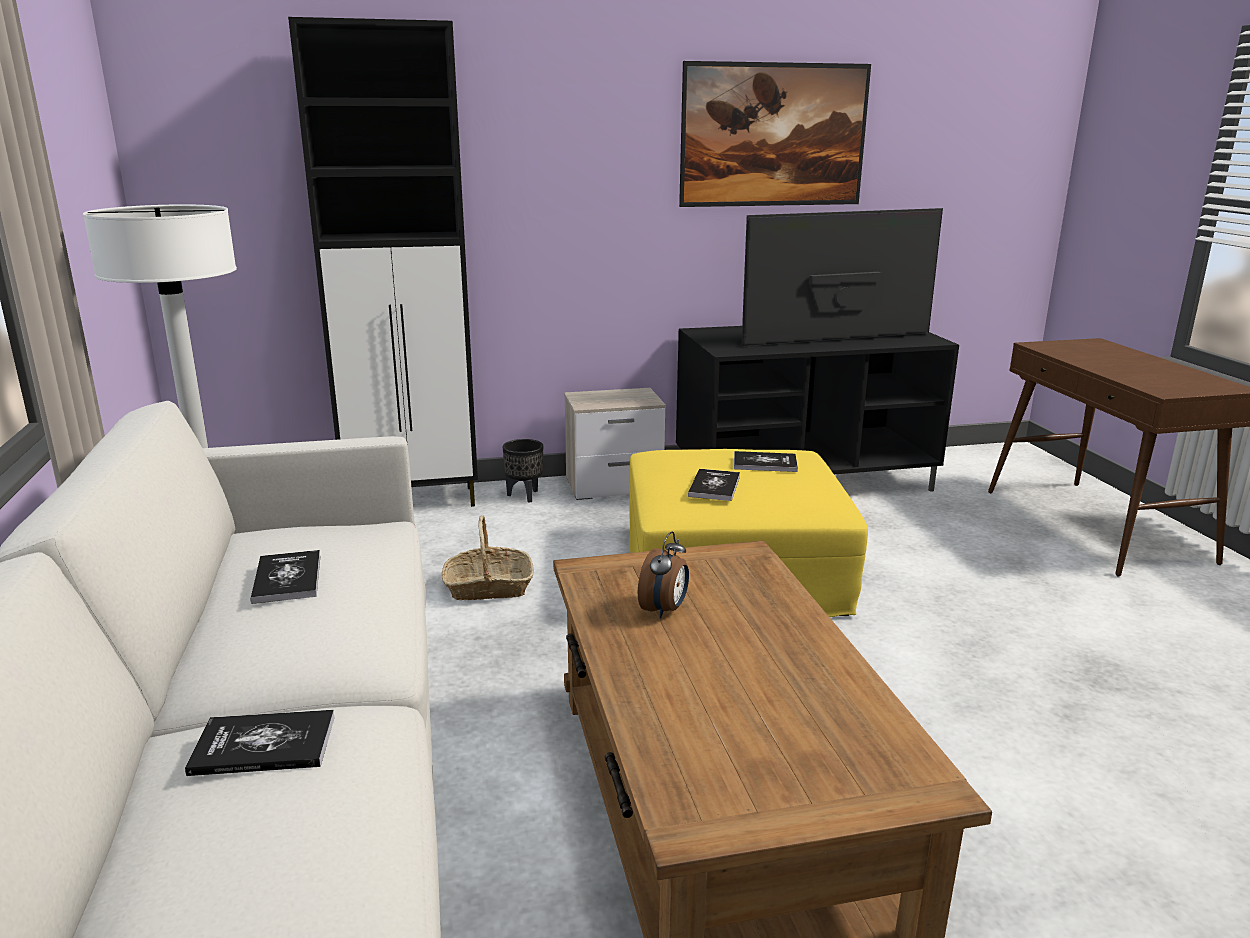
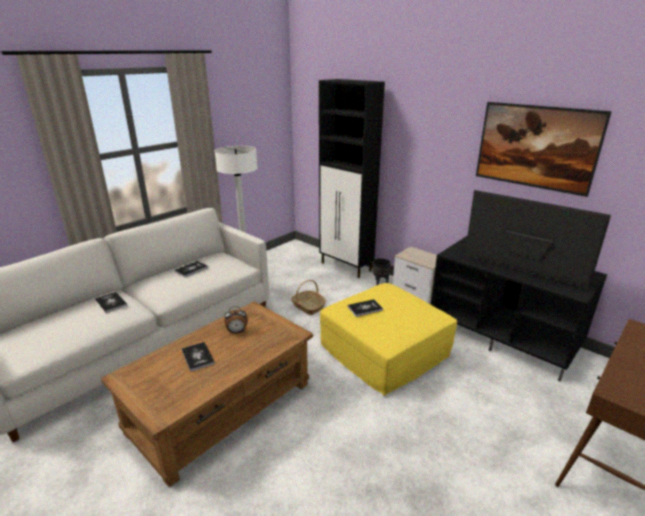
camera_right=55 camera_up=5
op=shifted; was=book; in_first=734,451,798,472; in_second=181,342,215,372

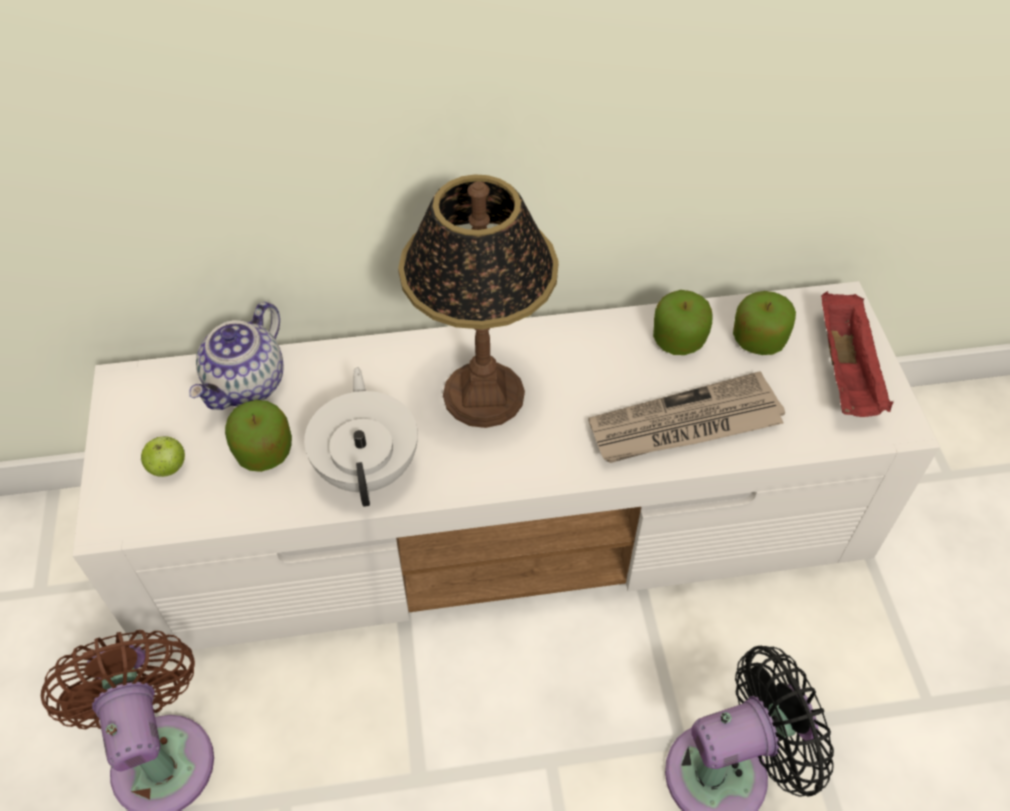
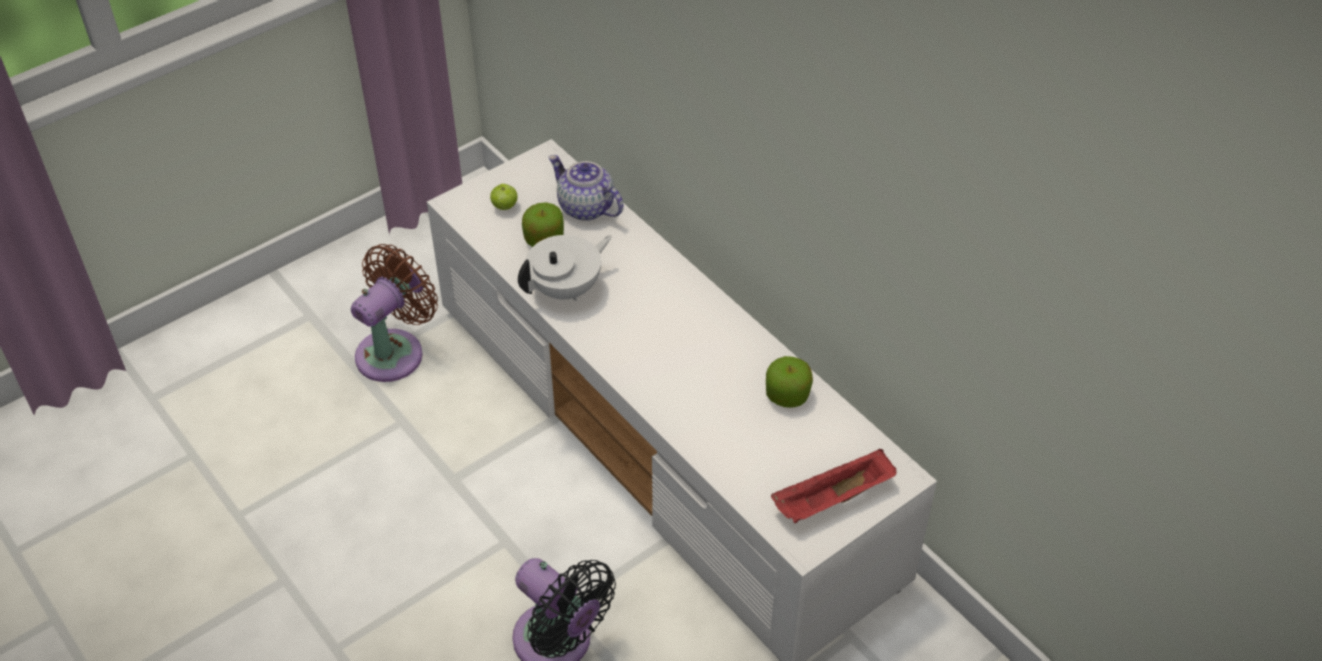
camera_right=60 camera_up=-5
op=rotated; was=teapot; in_first=189,302,284,410; in_second=549,155,624,221; clockwise=45
op=gone; was=table lamp; in_first=398,174,559,428
op=gone; was=newspaper; in_first=589,371,785,463
op=gone; was=apple; in_first=733,291,796,355

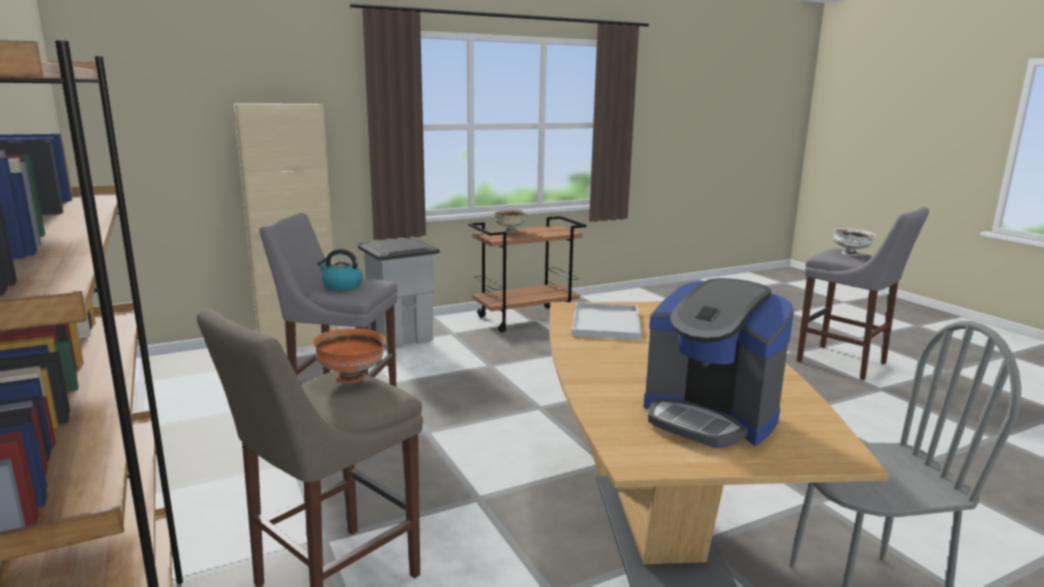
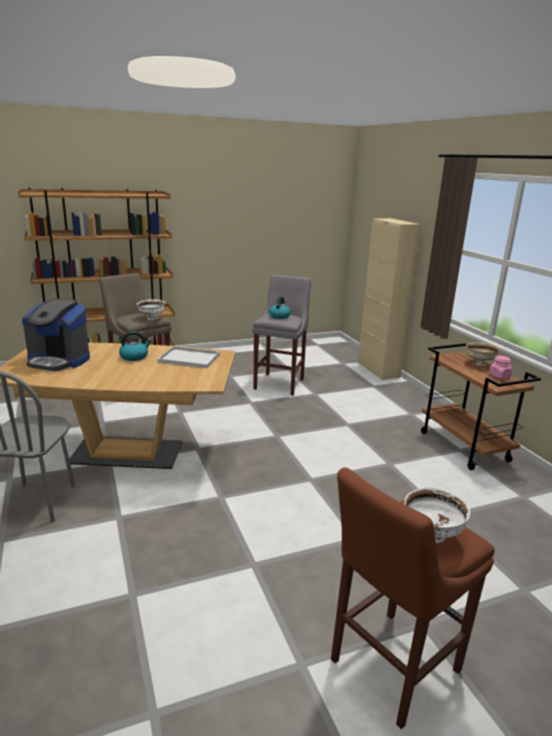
camera_right=95 camera_up=5
op=rotated; was=coffee machine; in_first=644,278,794,448; in_second=22,299,90,371; clockwise=-120
op=new; now=kettle; in_second=119,331,152,361
op=repainted; was=bowl (orange); now=bowl (white); in_first=312,328,386,384; in_second=137,299,165,320
op=repainted; was=stool (grey); now=stool (brown); in_first=797,207,929,380; in_second=331,468,494,730
op=new; now=jar (pink); in_second=489,355,512,379
op=gone; was=trash can (grey); in_first=358,238,440,350

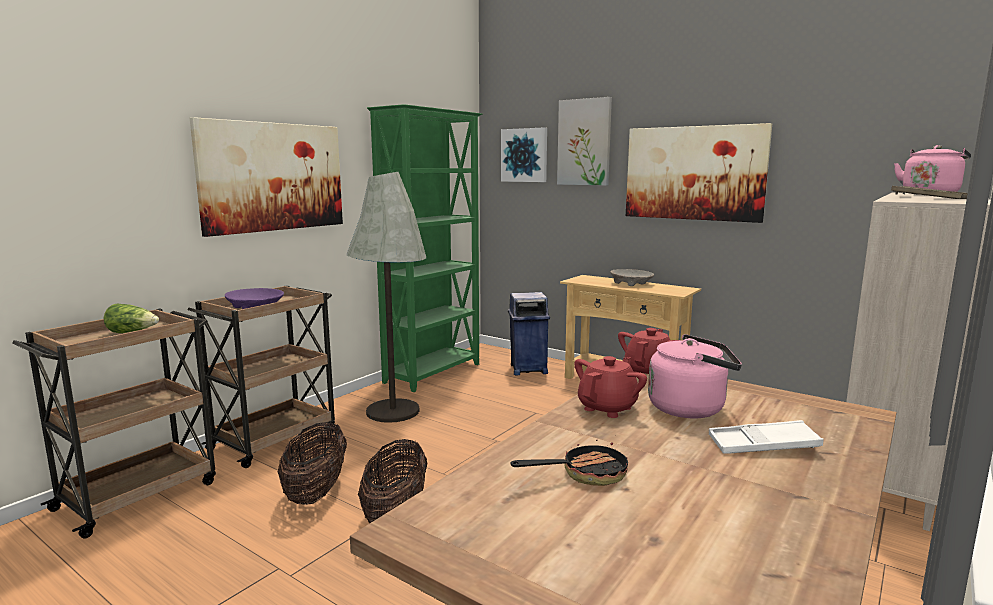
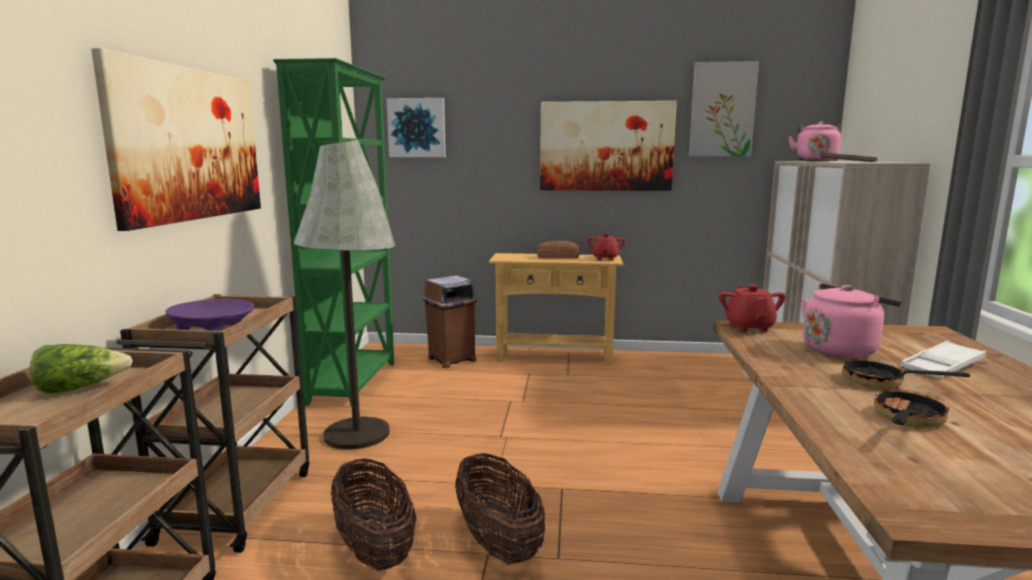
camera_right=-30 camera_up=0
op=repainted; was=trash can (blue); now=trash can (brown); in_first=508,292,550,375; in_second=422,275,477,368
op=swapped; was=bowl (beige); now=bread; in_first=610,269,654,286; in_second=537,241,579,259
op=shifted; was=teapot (red); in_first=575,356,647,418; in_second=587,233,626,261
op=shifted; was=picture; in_first=557,97,612,185; in_second=689,61,759,156
op=new; now=frying pan; in_second=842,356,970,389

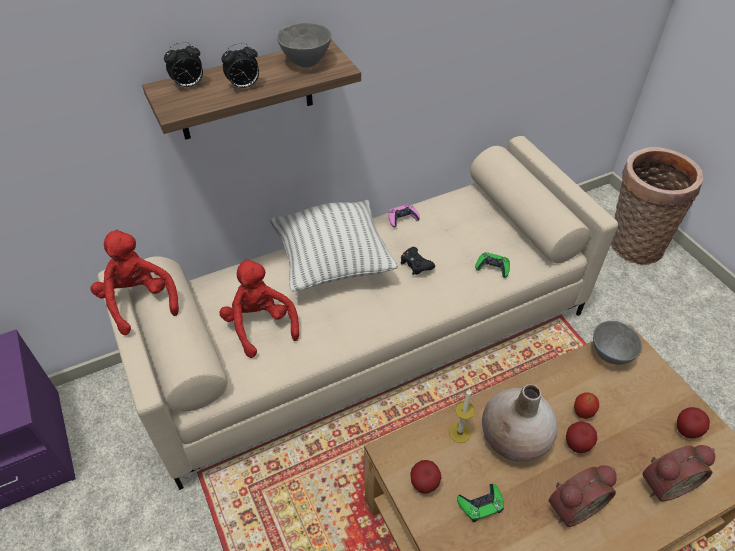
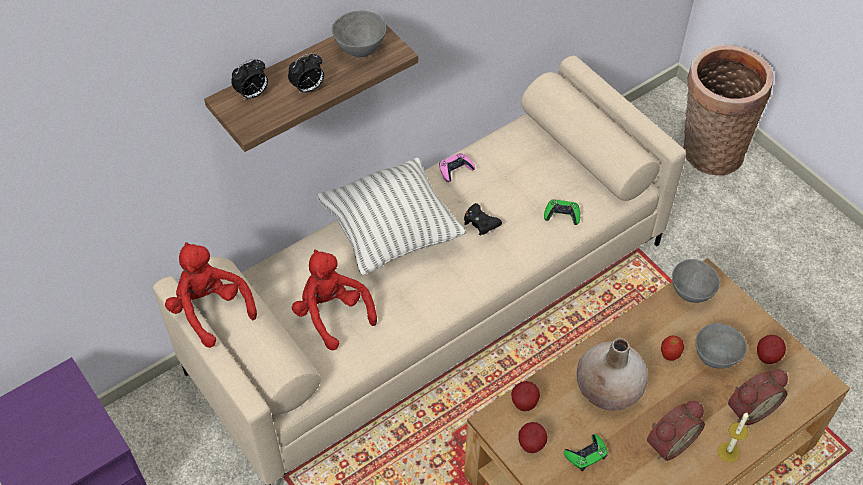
camera_right=-10 camera_up=5
op=shifted; was=apple; in_first=566,422,597,453; in_second=511,381,540,411
op=new; now=bowl (grey); in_second=695,324,747,369
op=shifted; was=candle; in_first=449,389,475,443; in_second=717,413,749,462

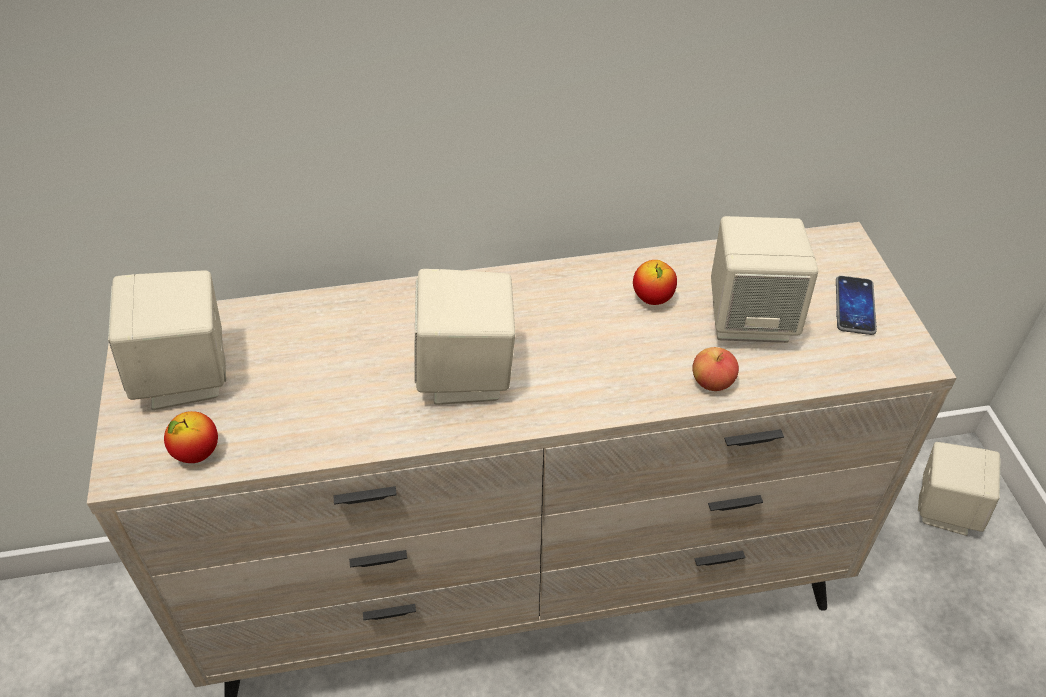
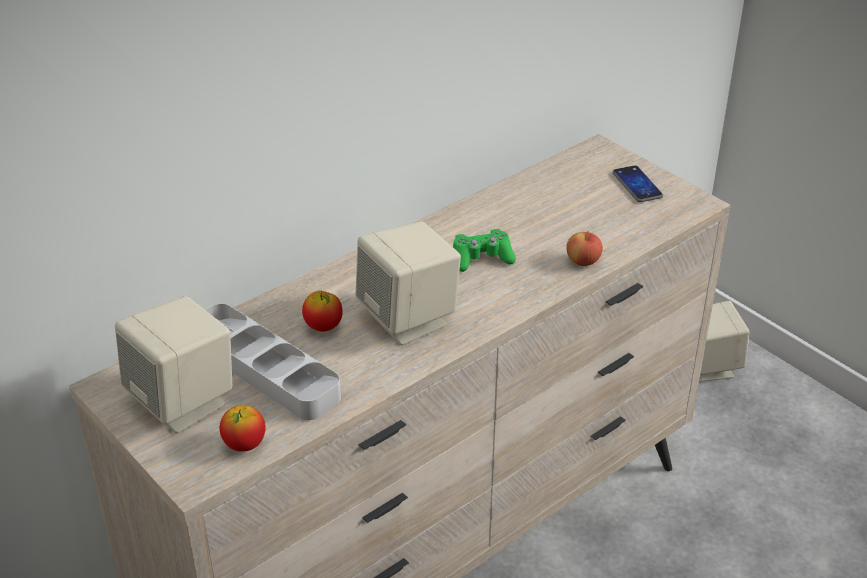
camera_right=-30 camera_up=-10
op=new; now=tray (grey); in_second=205,303,341,420
op=shifted; was=apple; in_first=633,260,677,305; in_second=302,291,343,332
op=new; now=game controller (green); in_second=453,229,516,272
op=gone; was=speaker (beige); in_first=711,216,818,343

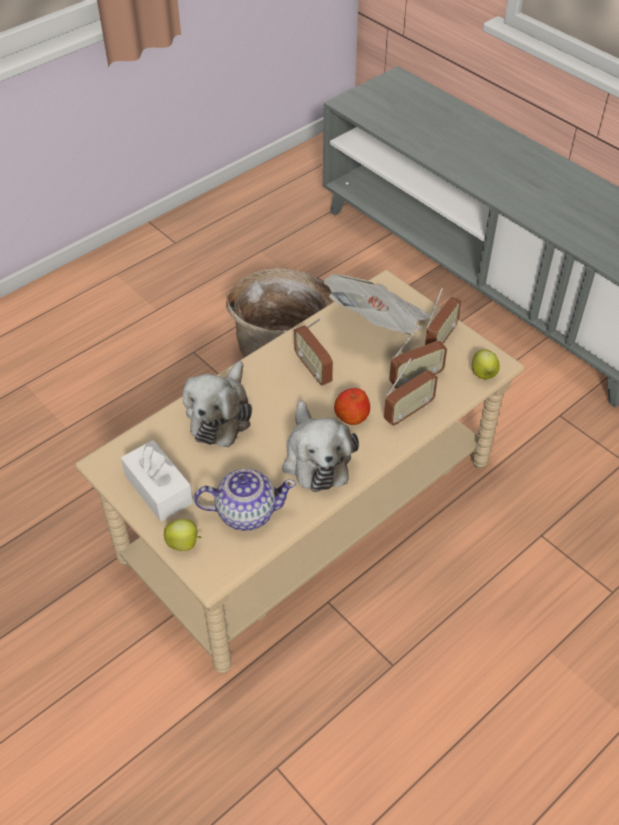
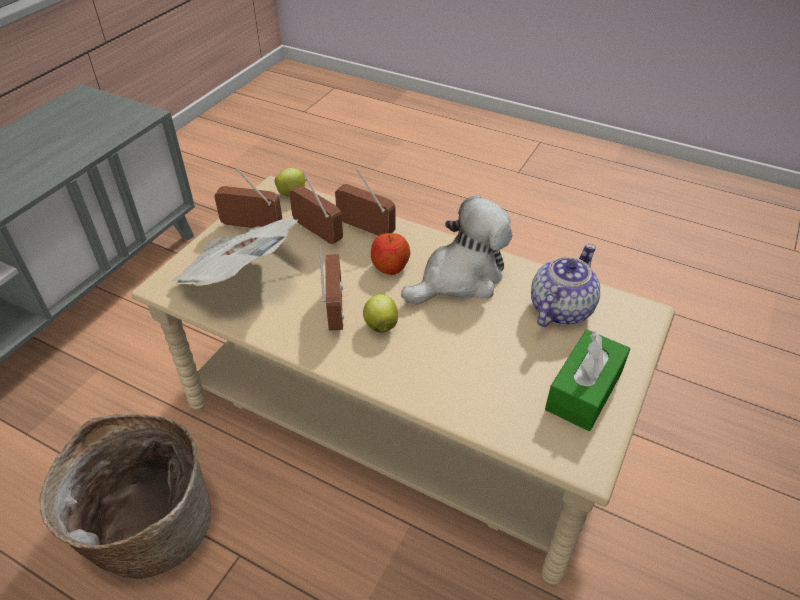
camera_right=-110 camera_up=-5
op=rotated; was=radio; in_first=294,318,333,385; in_second=319,245,344,331; clockwise=-45
op=shifted; was=apple; in_first=164,519,201,551; in_second=363,294,398,333
op=rotated; was=teapot; in_first=194,469,296,531; in_second=531,244,600,327; clockwise=60
op=repainted; was=tissue box (white); now=tissue box (green); in_first=121,440,193,521; in_second=545,330,630,431
op=gone; was=plush toy; in_first=183,361,252,447

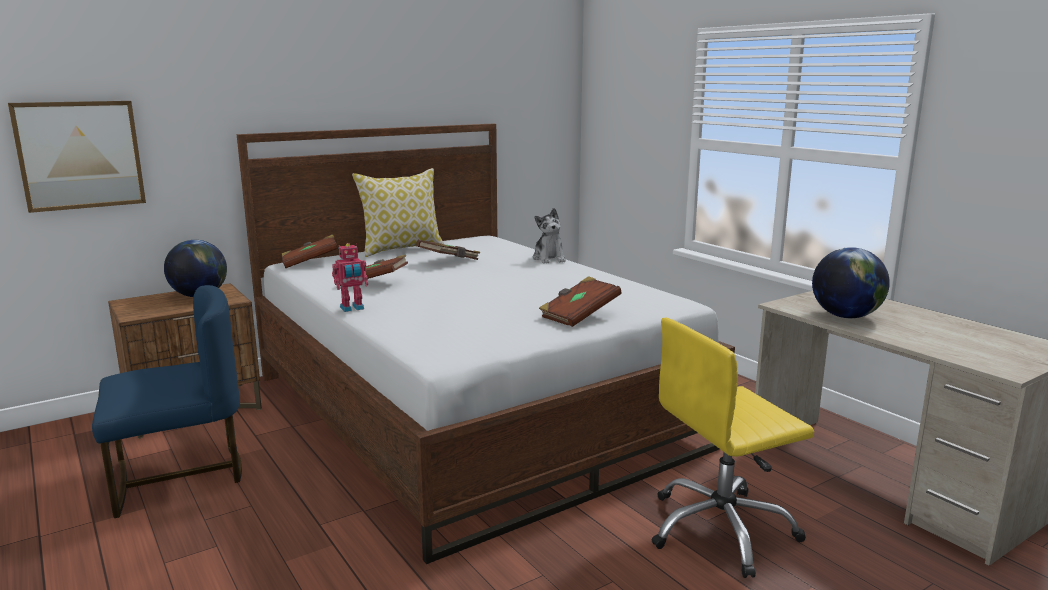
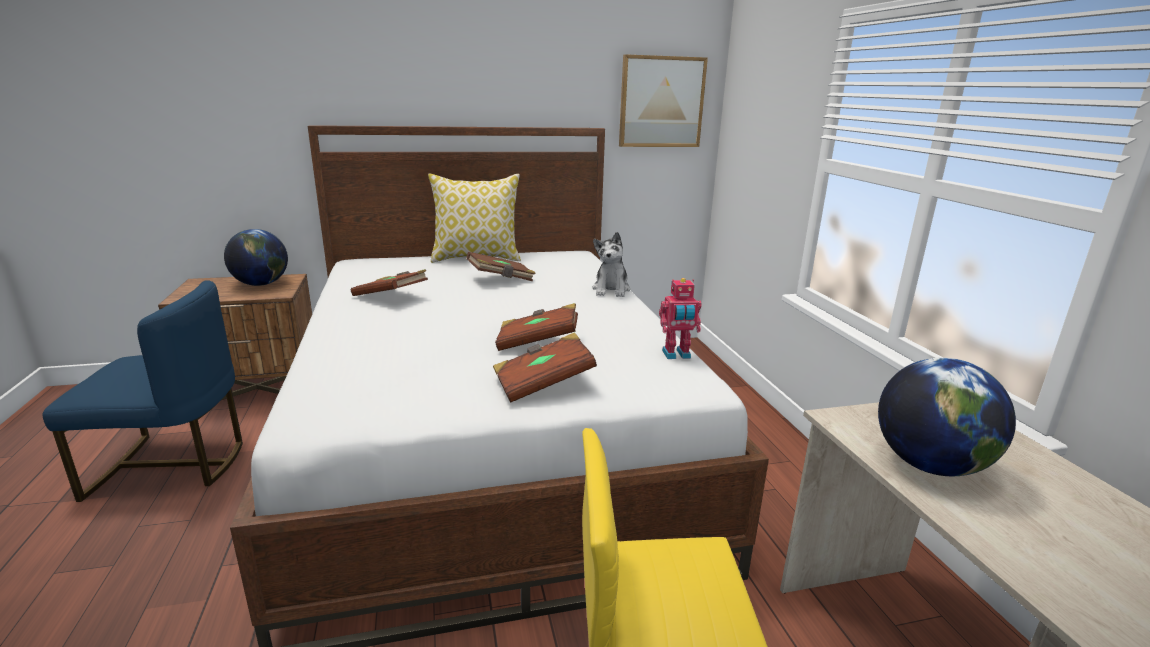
camera_right=20 camera_up=5
op=shifted; was=book (brown); in_first=282,235,338,268; in_second=495,303,578,351
op=shifted; was=picture; in_first=8,101,146,213; in_second=619,54,708,147
op=shifted; was=toy robot; in_first=332,243,368,312; in_second=659,278,702,359

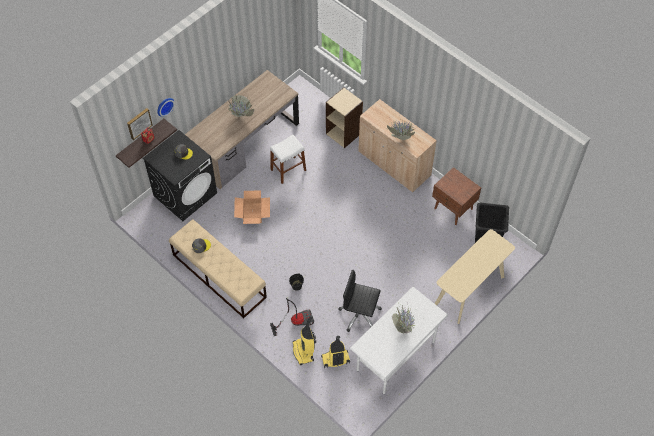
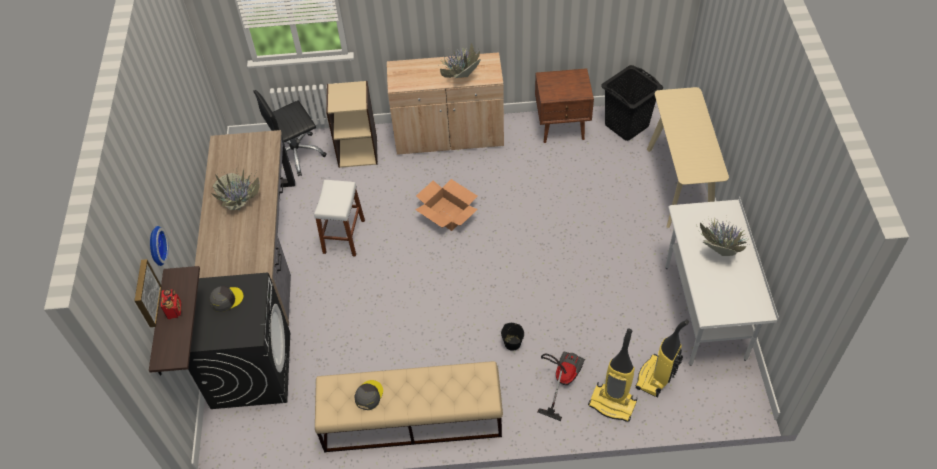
camera_right=-45 camera_up=-5
op=shifted; was=office chair (black); in_first=338,269,382,332; in_second=253,90,327,176
op=shifted; was=cardboard box; in_first=234,190,270,224; in_second=415,179,478,231

